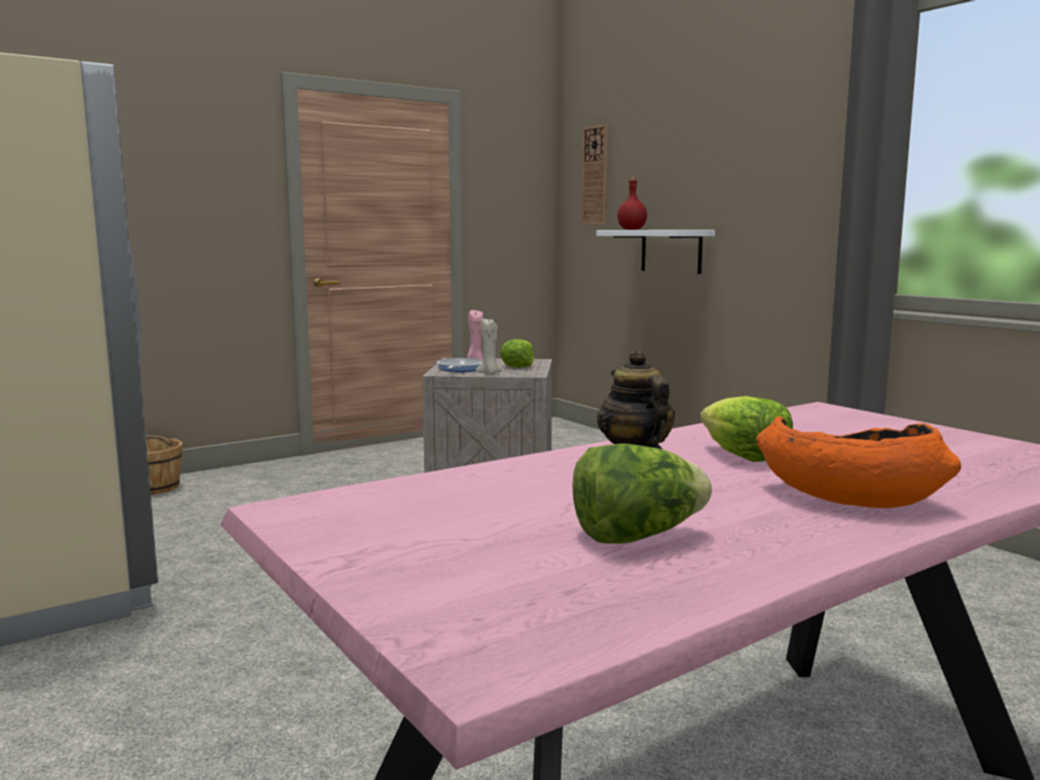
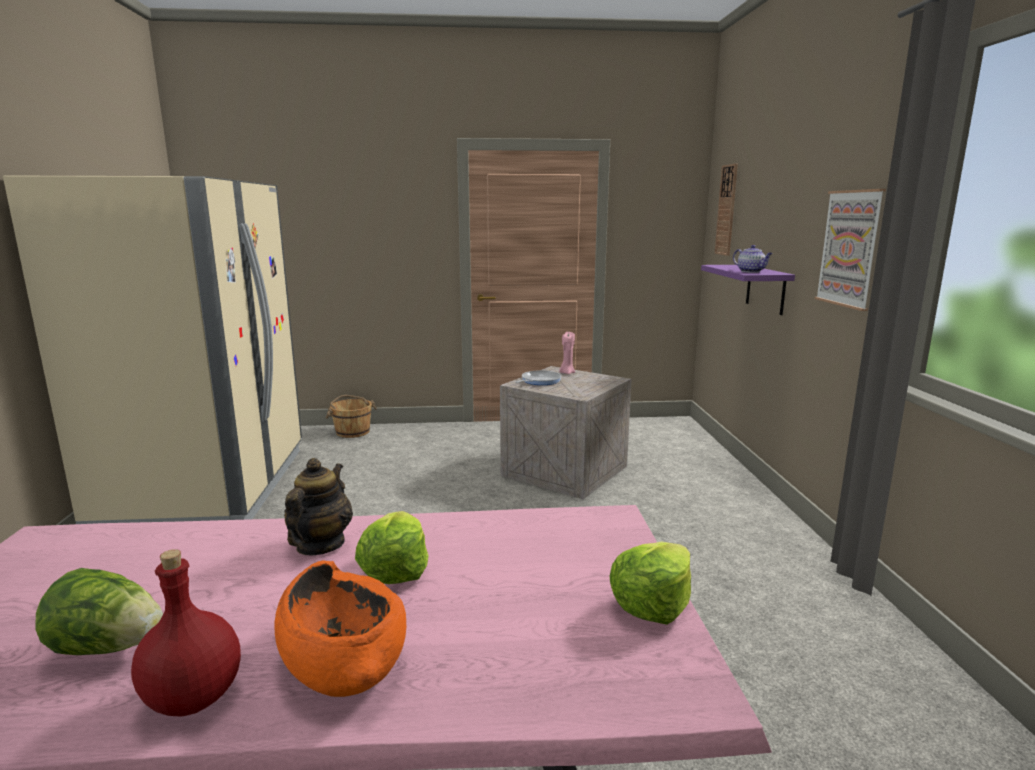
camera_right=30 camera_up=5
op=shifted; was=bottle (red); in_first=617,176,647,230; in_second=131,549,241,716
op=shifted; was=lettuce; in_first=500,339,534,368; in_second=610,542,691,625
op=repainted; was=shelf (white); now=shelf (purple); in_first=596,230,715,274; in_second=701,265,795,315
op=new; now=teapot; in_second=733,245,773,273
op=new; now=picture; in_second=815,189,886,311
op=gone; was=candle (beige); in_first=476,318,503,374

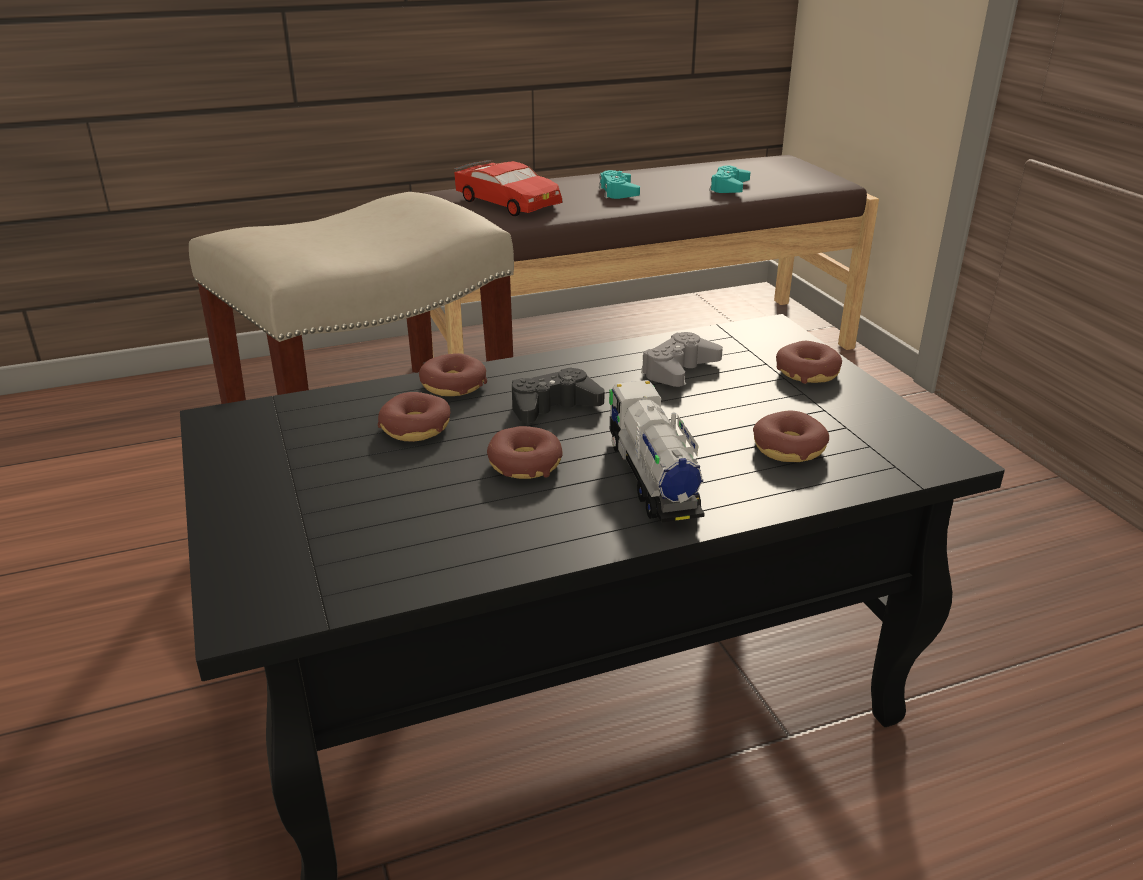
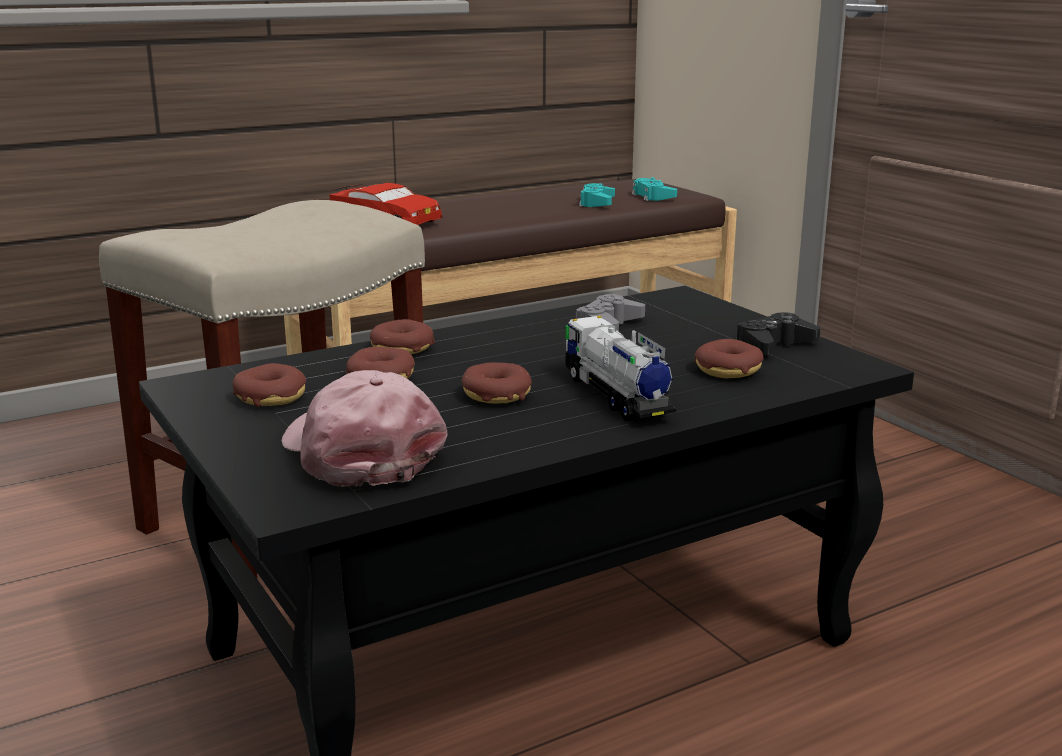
camera_right=-10 camera_up=-10
op=shifted; was=donut; in_first=776,341,842,384; in_second=233,363,306,407
op=new; now=cap (pink); in_second=282,370,448,487
op=shifted; was=game controller (turquoise); in_first=599,170,640,199; in_second=632,177,677,201
op=shifted; was=game controller (black); in_first=512,367,605,423; in_second=736,312,821,355

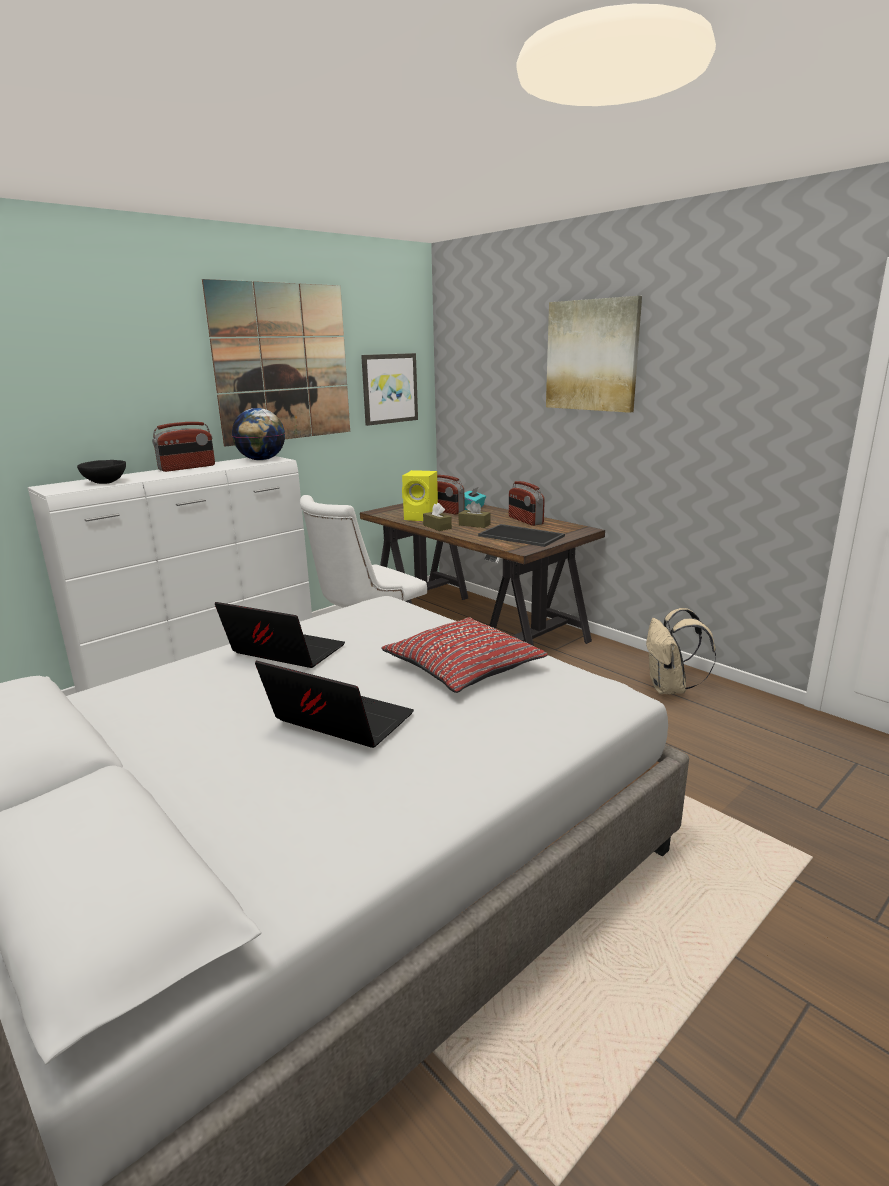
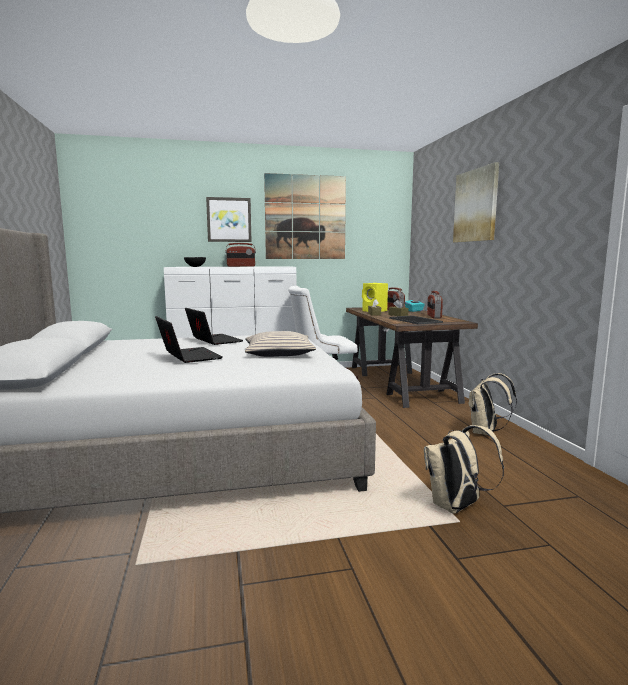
camera_right=30 camera_up=-10
op=shifted; was=picture; in_first=361,353,418,426; in_second=206,197,252,242
op=repainted; was=pillow (red); now=pillow (beige); in_first=381,617,548,693; in_second=245,331,316,357
op=new; now=backpack (beige); in_second=424,425,504,514
op=gone; was=globe; in_first=232,408,285,461

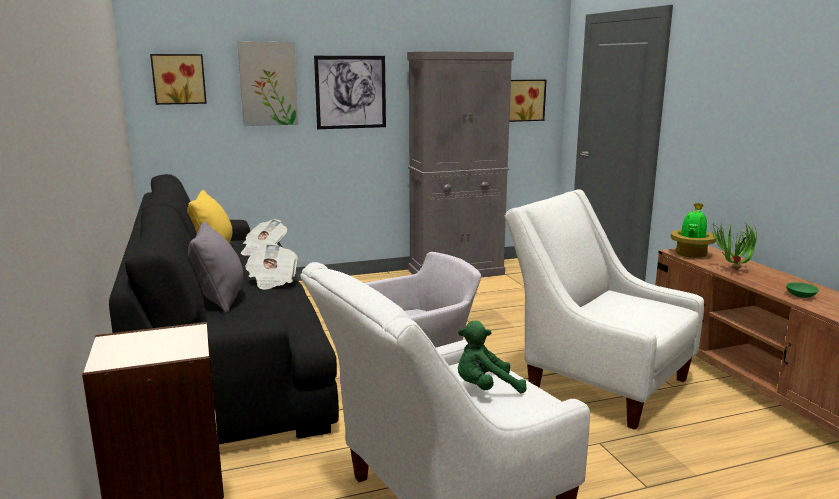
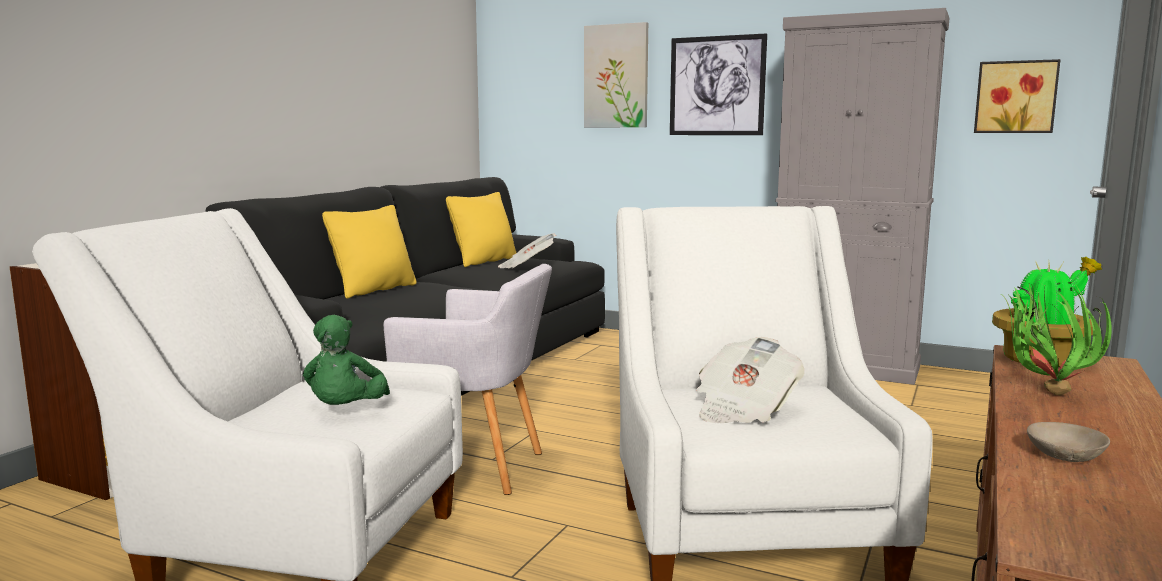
camera_right=45 camera_up=-5
op=rotated; was=plush toy (green); in_first=458,321,527,393; in_second=303,315,390,405; clockwise=-120
op=repainted; was=pillow (grey); now=pillow (yellow); in_first=188,222,243,313; in_second=322,205,417,299
op=shifted; was=newspaper; in_first=245,244,298,290; in_second=696,337,805,423
op=repainted; was=bowl (green); now=bowl (beige); in_first=786,282,819,298; in_second=1027,422,1110,462
op=gone; was=picture; in_first=150,54,207,105

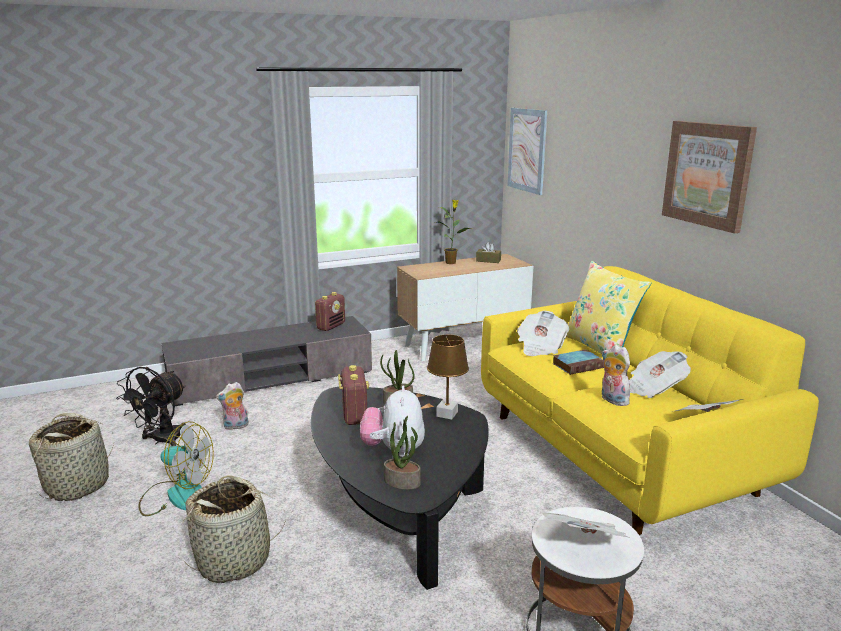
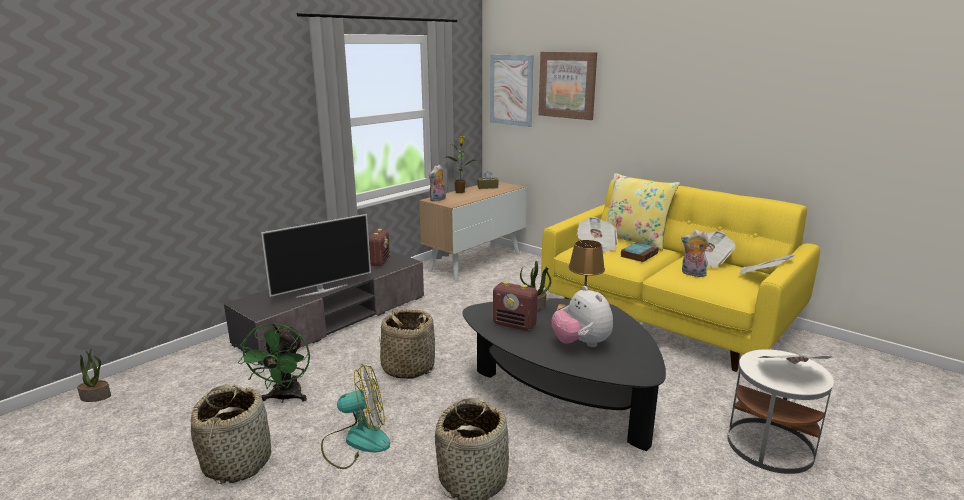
camera_right=-25 camera_up=0
op=shifted; was=potted plant; in_first=384,416,420,490; in_second=77,348,111,402
op=repainted; was=fan (black); now=fan (green); in_first=116,367,186,446; in_second=238,323,310,403
op=new; now=television; in_second=261,214,371,298
op=new; now=basket; in_second=379,309,435,379
op=shifted; was=plush toy; in_first=216,382,249,430; in_second=429,165,446,201
op=rotated; was=radio; in_first=338,365,370,425; in_second=493,281,538,331; clockwise=150
op=shifted; was=picture; in_first=662,121,757,233; in_second=538,52,597,120

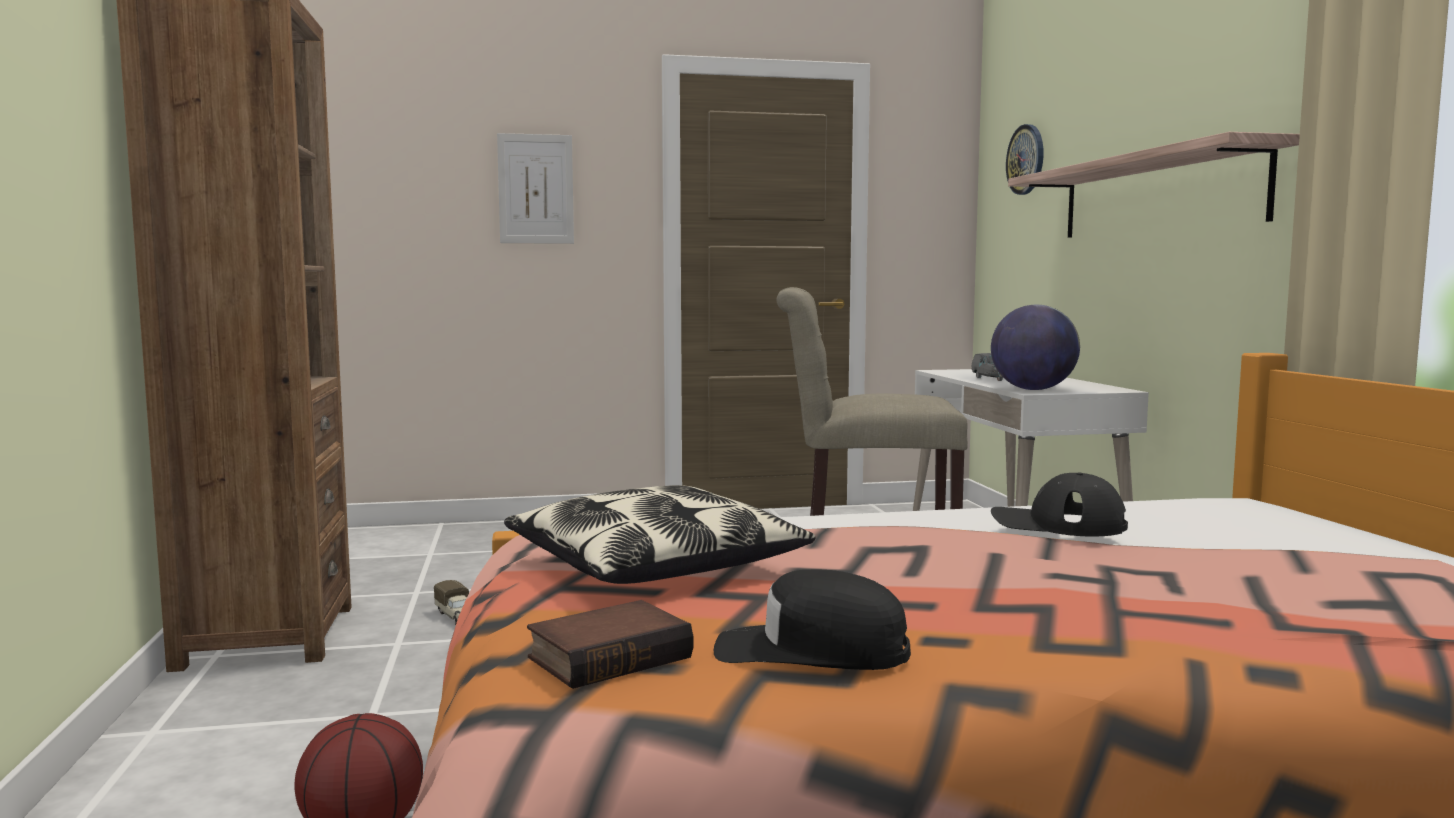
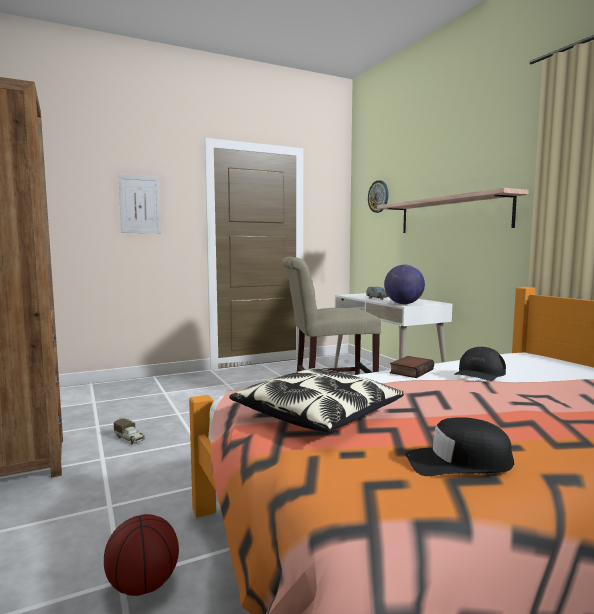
camera_right=-15 camera_up=0
op=shifted; was=book; in_first=527,600,693,689; in_second=390,356,434,378
op=rotated; was=cap (black); in_first=991,473,1128,537; in_second=454,347,506,381; clockwise=-60

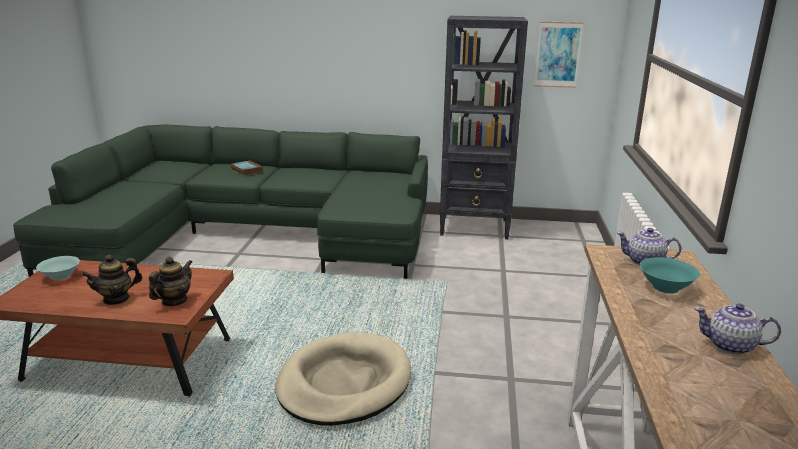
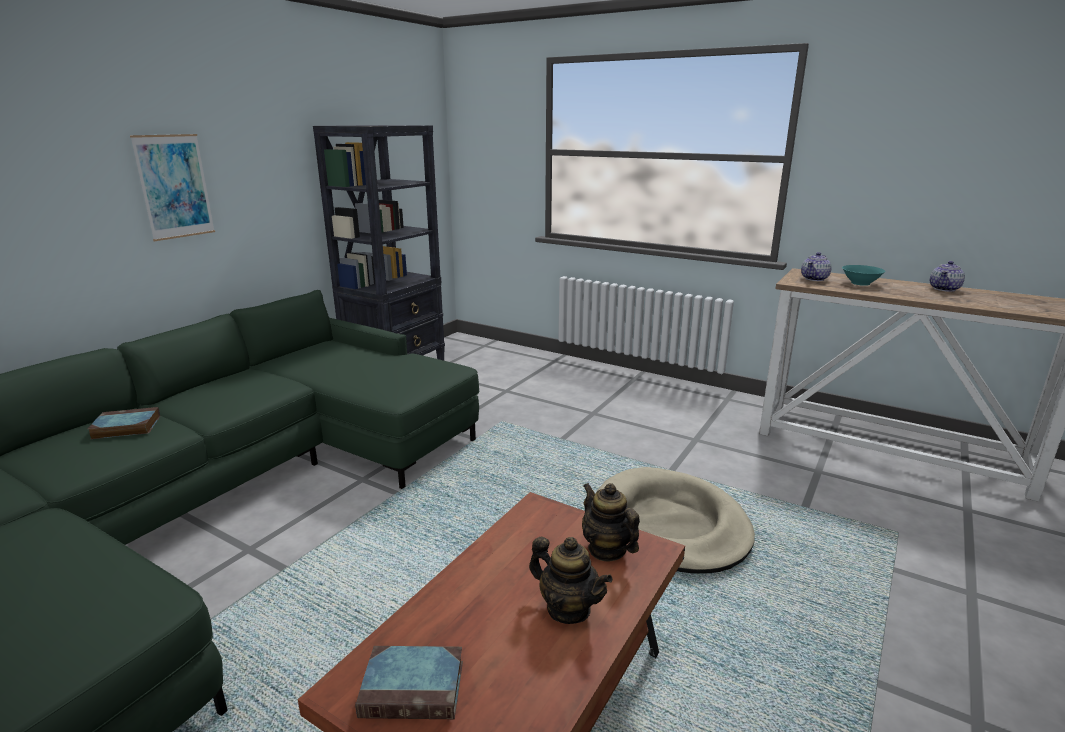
camera_right=-65 camera_up=0
op=shifted; was=picture; in_first=534,22,583,88; in_second=130,134,215,241
op=swapped; was=bowl (turquoise); now=book; in_first=36,256,80,281; in_second=355,646,463,719
op=rotated; was=teapot; in_first=82,255,142,305; in_second=529,537,613,624; clockwise=-45

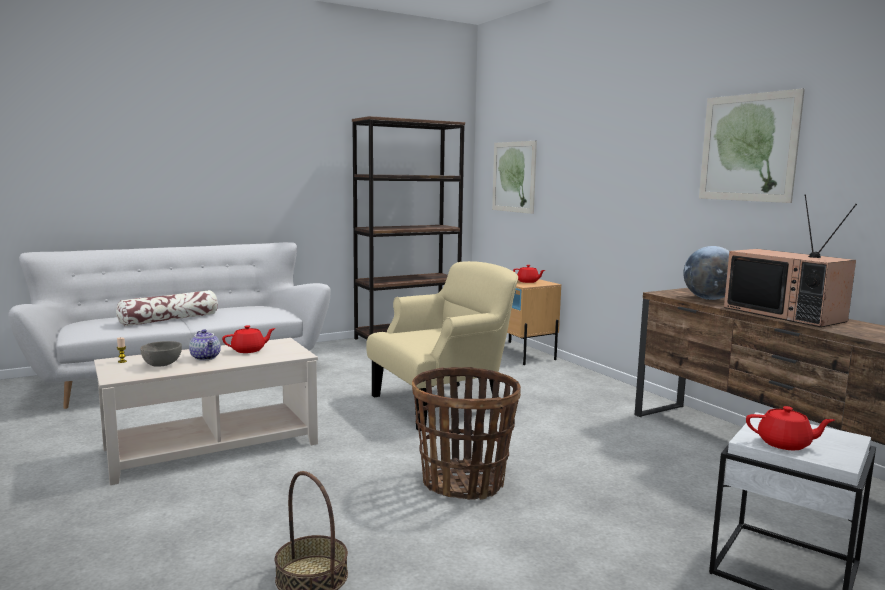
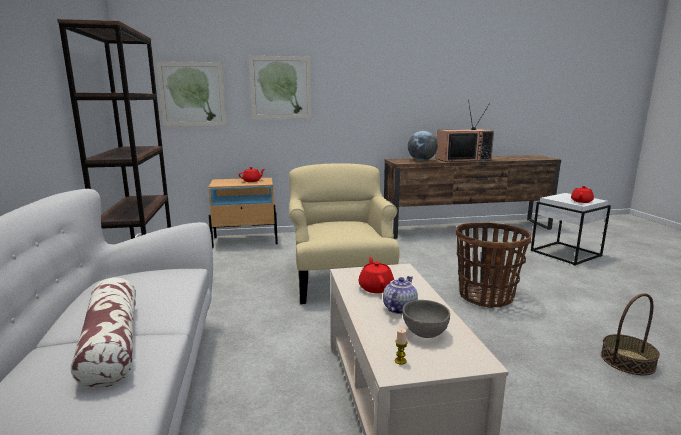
camera_right=-70 camera_up=5
op=shifted; was=picture; in_first=699,88,805,203; in_second=249,56,312,119
op=rotated; was=teapot; in_first=189,329,221,361; in_second=383,276,418,314; clockwise=-45

